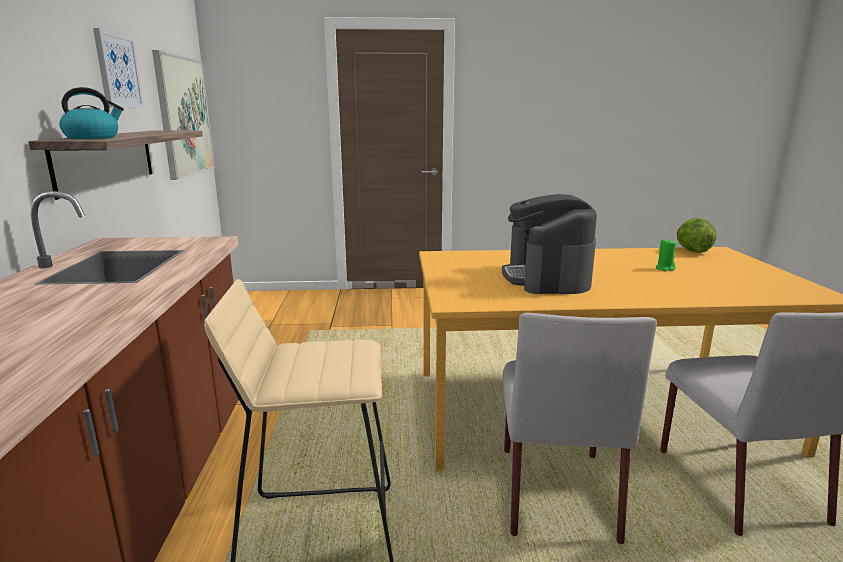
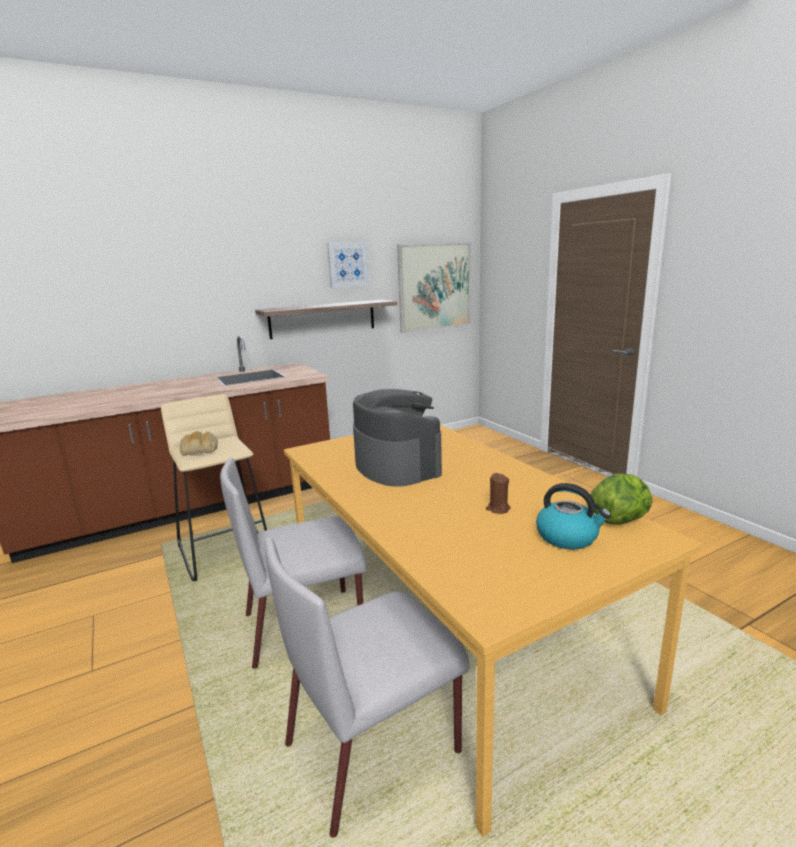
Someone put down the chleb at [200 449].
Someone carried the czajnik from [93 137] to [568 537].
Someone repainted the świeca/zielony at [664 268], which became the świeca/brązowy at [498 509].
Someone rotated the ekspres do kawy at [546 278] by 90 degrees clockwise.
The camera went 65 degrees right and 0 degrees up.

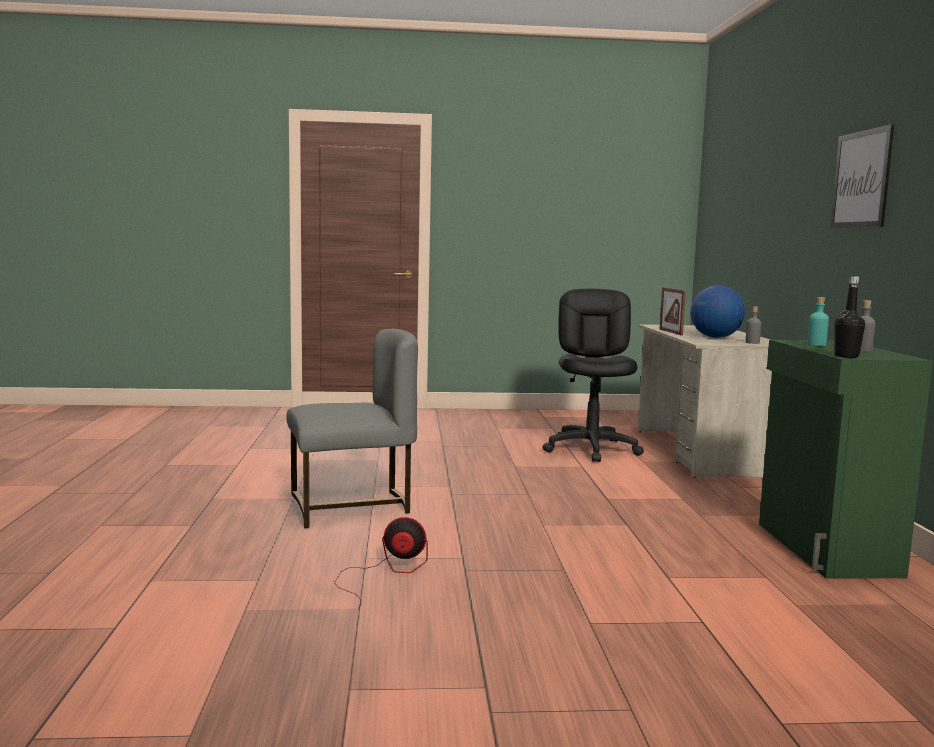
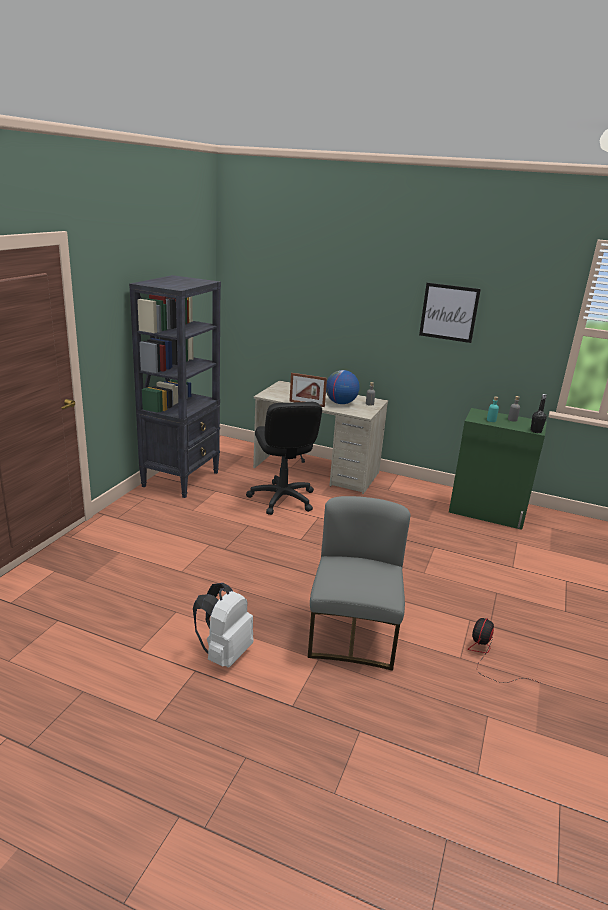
Someone put down the regał/czarny at [181 479].
Someone put down the plecak/biały at [224 653].
Someone rotated the krzesło biurowe/czarny at [591 449] by 135 degrees counterclockwise.
The camera went 65 degrees left and 15 degrees up.

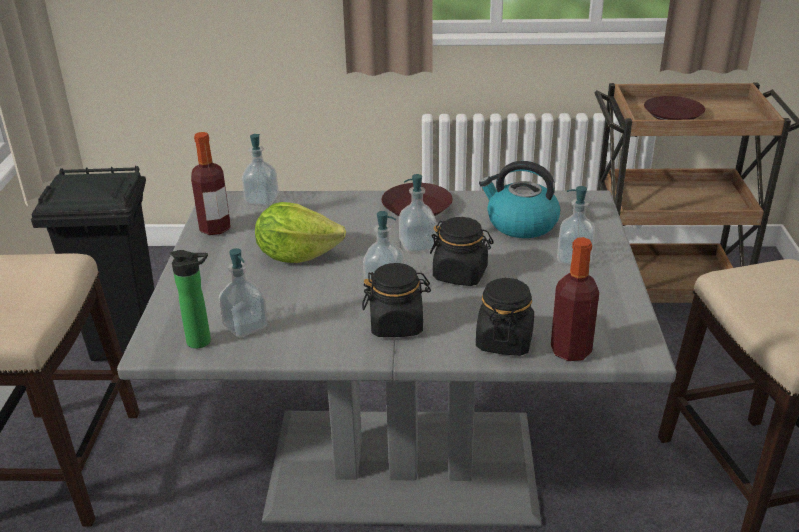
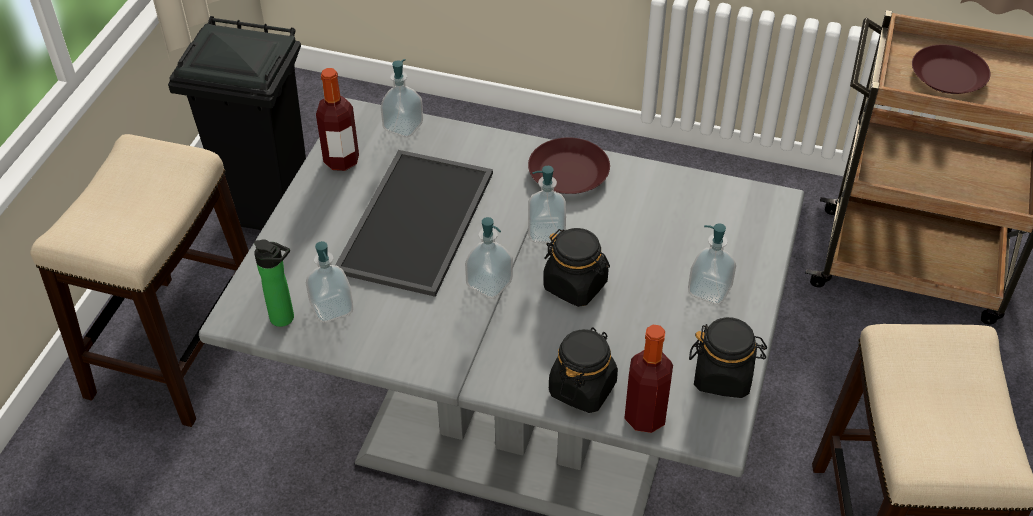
Someone took away the czajnik at [520 224].
Someone carried the słoik/czarny from [396 324] to [723 376].
Someone swapped the sałata at [297 255] for the taca at [414 219].
The camera went 15 degrees right and 15 degrees up.

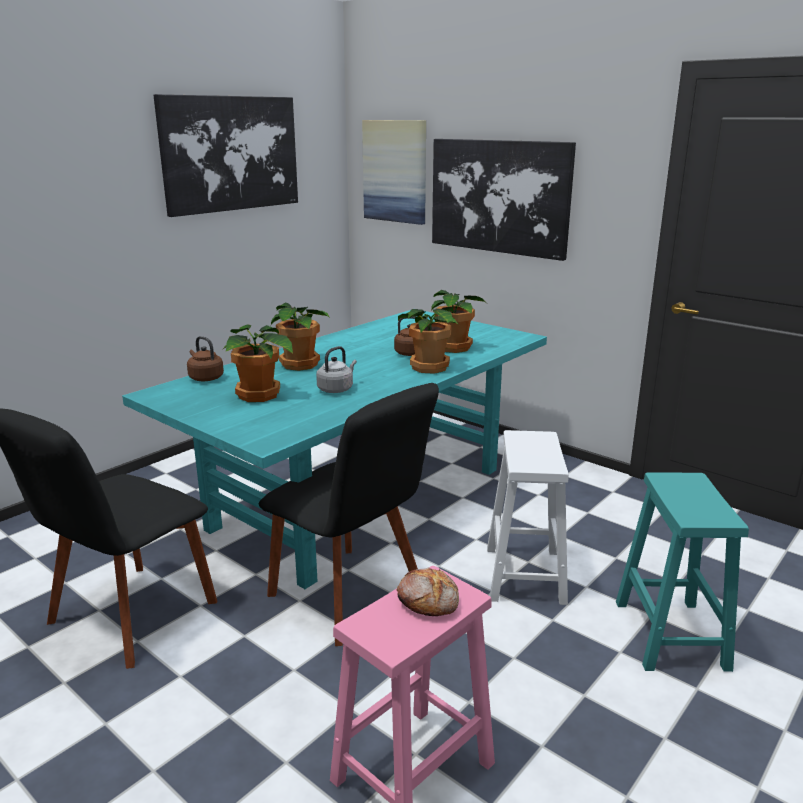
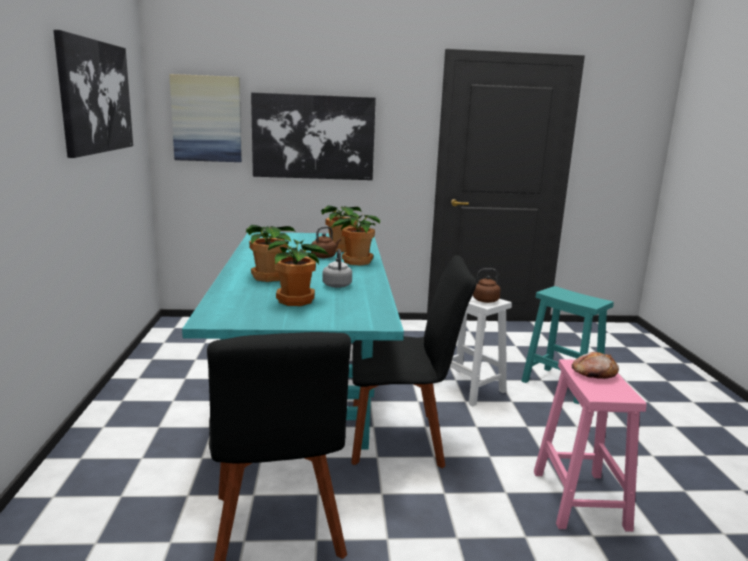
Someone carried the czajnik/brązowy from [205 378] to [483 300].
The camera went 45 degrees left and 5 degrees down.

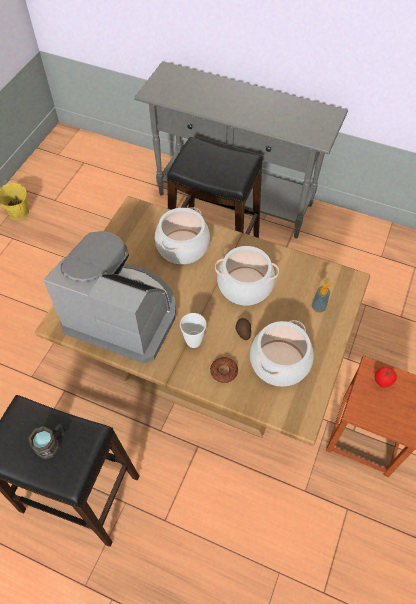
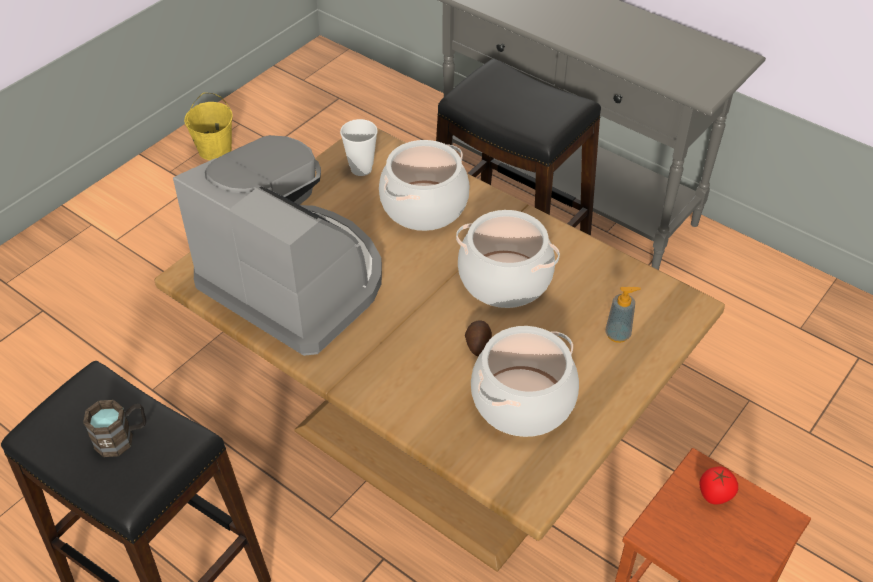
Someone took away the donut at [224 371].
Someone carried the filiżanka from [193 341] to [361 169].
The camera went 15 degrees right and 10 degrees down.

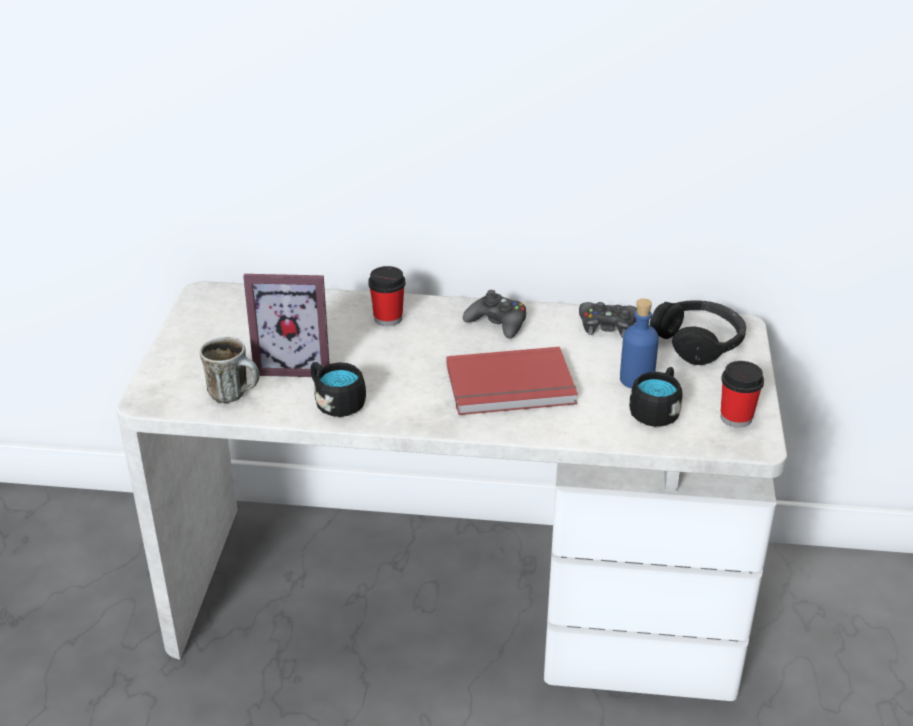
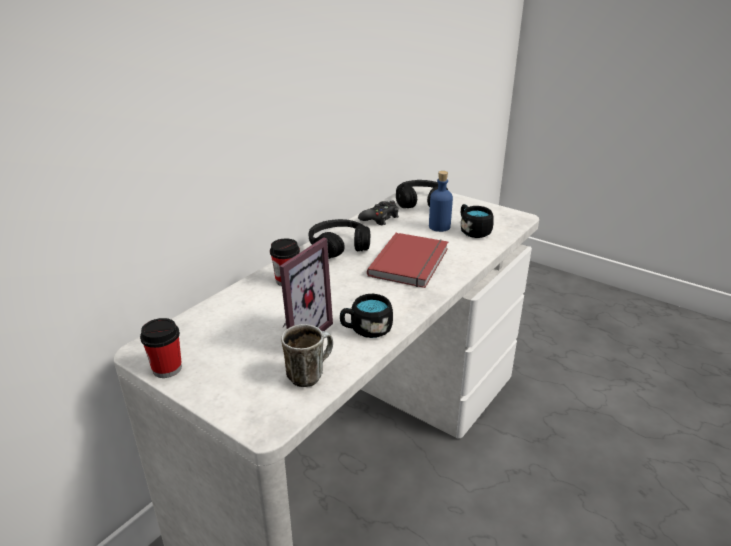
Someone carried the filiżanka from [736 417] to [167 369].
Someone swapped the pad do gier/czarny at [497 323] for the słuchawki/czarny at [339 246].
The camera went 60 degrees left and 5 degrees down.

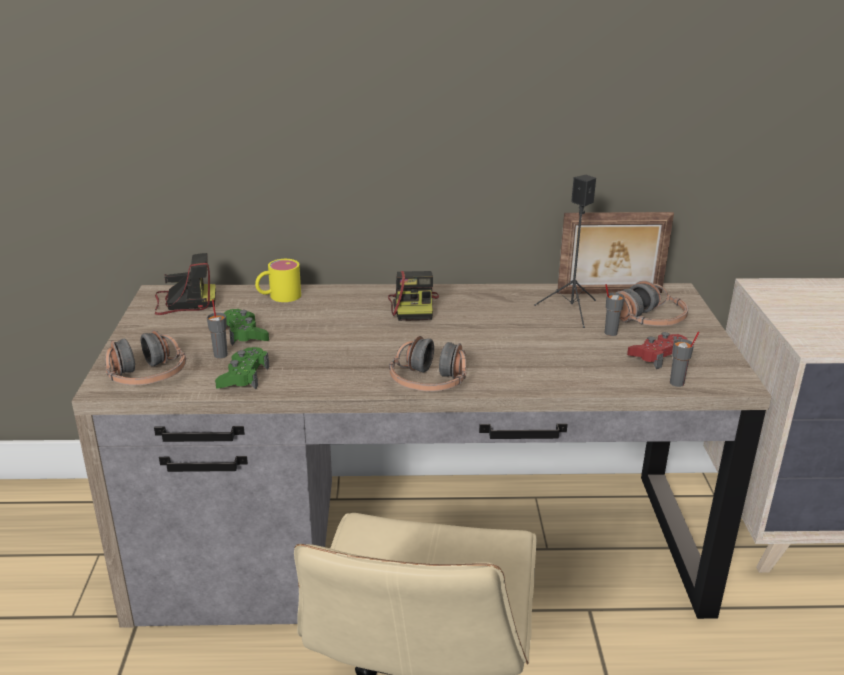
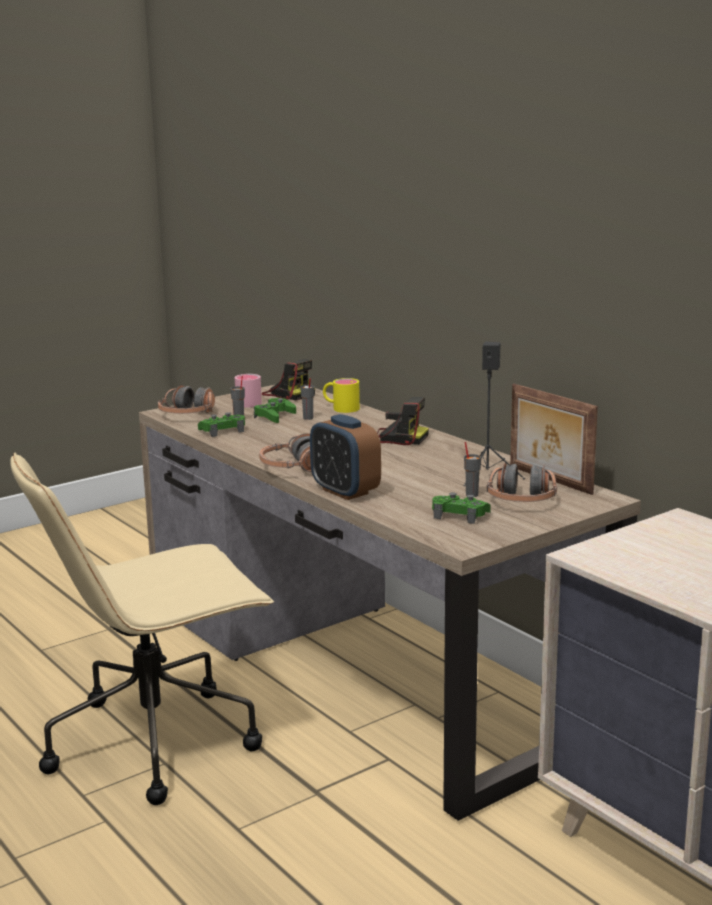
Someone put down the kubek/różowy at [250 402].
Someone put down the budzik at [345 491].
Someone carried the filiżanka/szary from [677 383] to [308 418].
Someone repainted the pad do gier/czerwony at [658 356], which became the pad do gier/zielony at [460 515].
Someone rotated the aparat fotograficzny at [414 307] by 120 degrees counterclockwise.
The camera went 55 degrees right and 10 degrees down.

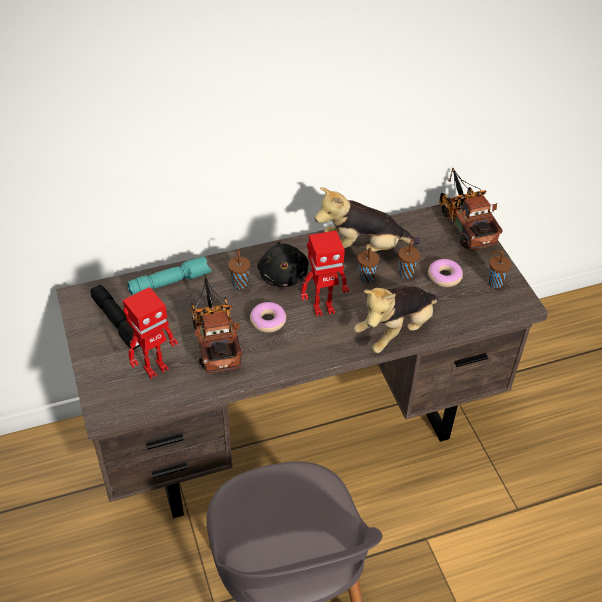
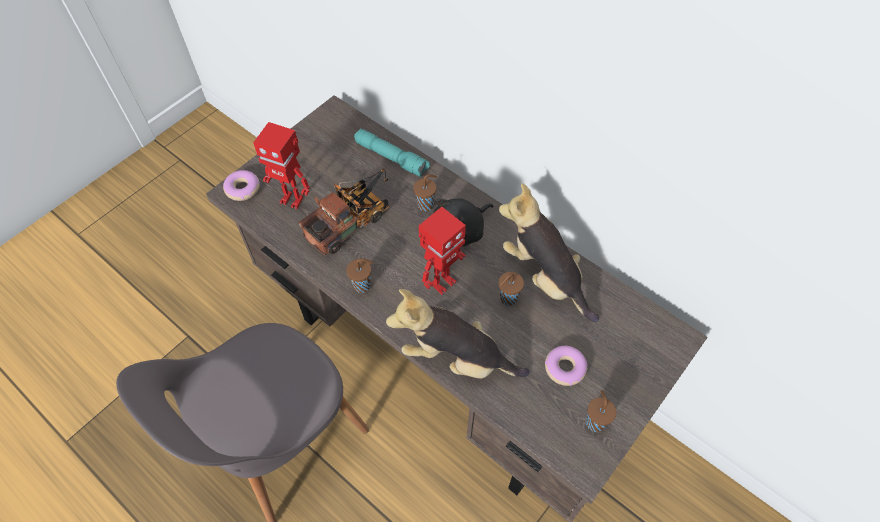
Someone took away the latarka/czarny at [119 323].
Someone took away the ciężarówka zabawkowa at [465 222].
Someone carried the donut from [268 321] to [242 189].
Someone carried the filiżanka/brązowy from [406 273] to [363 286].
Someone rotated the robot zabawkowy at [323 308] by 90 degrees counterclockwise.
The camera went 60 degrees right and 10 degrees up.

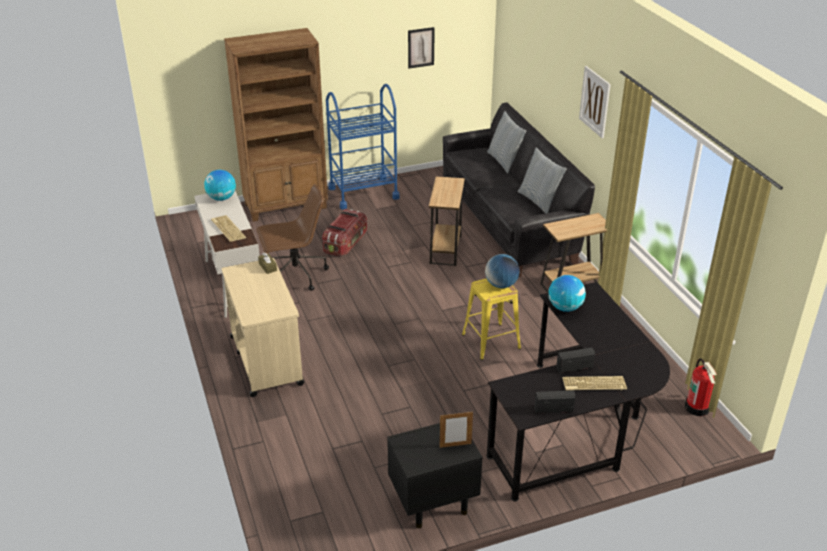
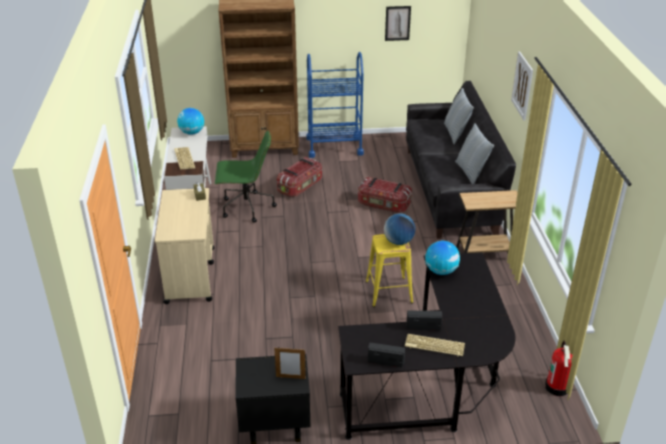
Someone swapped the stolik/brązowy at [445 250] for the pojemnik do przechowywania at [384 205].
Someone repainted the krzesło biurowe/brązowy at [295 275], which became the krzesło biurowe/zielony at [246 208].
The camera went 15 degrees right and 0 degrees up.

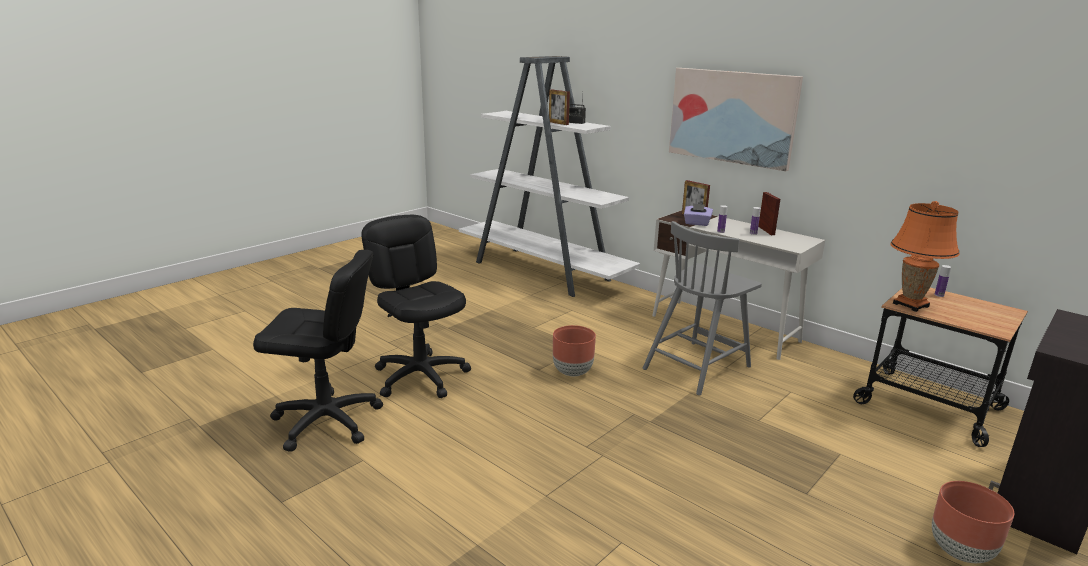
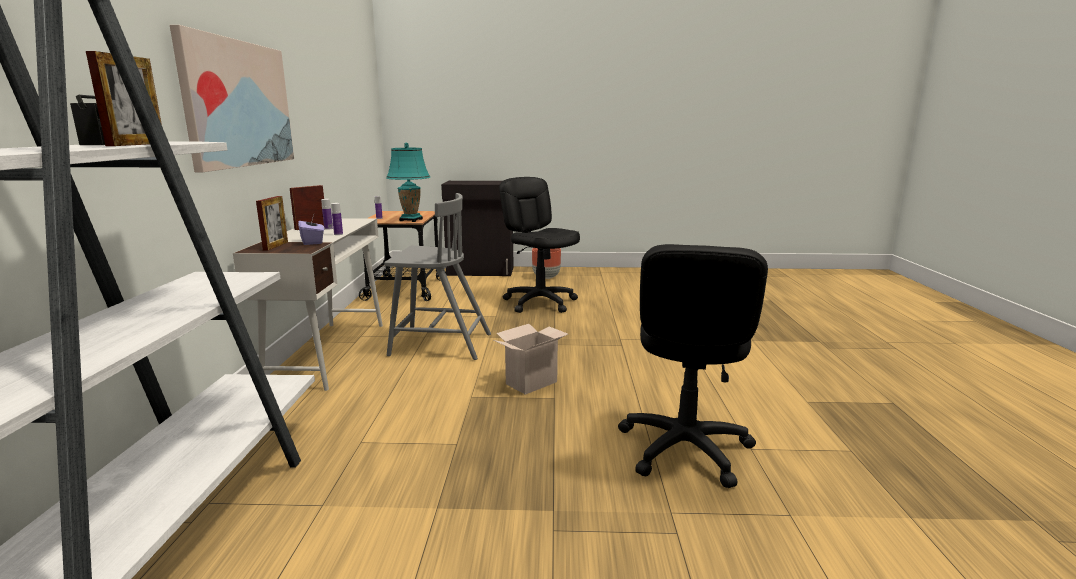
Someone carried the krzesło biurowe/czarny from [327 421] to [540 302].
Someone swapped the donica/brązowy at [573 372] for the karton at [531 382].
Someone repainted the lampa stołowa/pomarańczowy at [911 305], which became the lampa stołowa/turkusowy at [411 220].
The camera went 130 degrees left and 5 degrees down.

